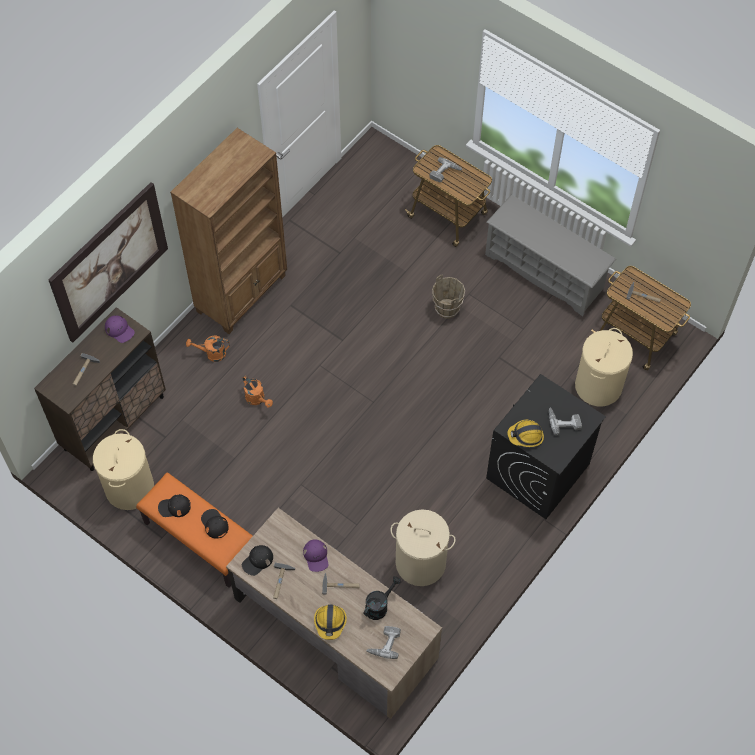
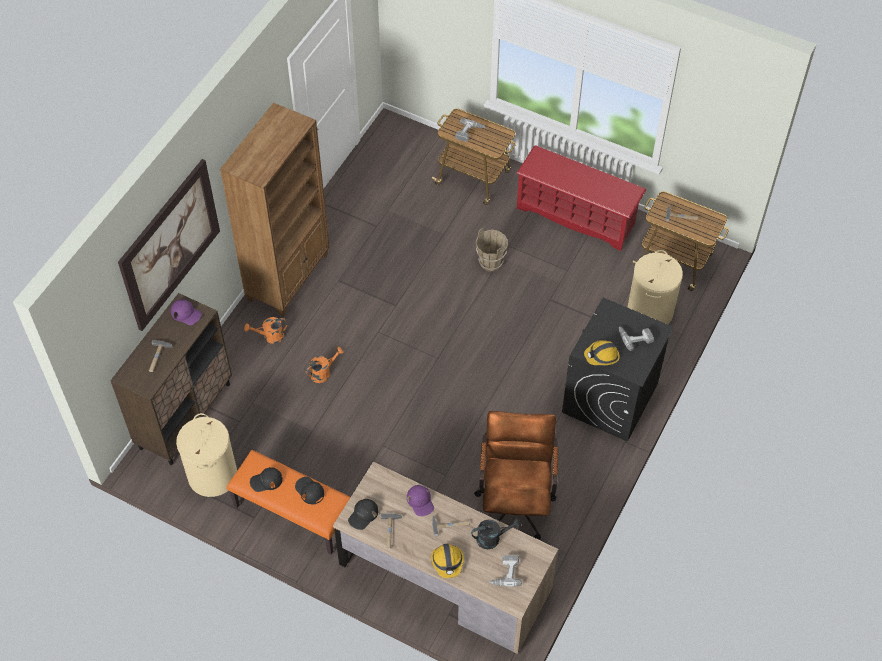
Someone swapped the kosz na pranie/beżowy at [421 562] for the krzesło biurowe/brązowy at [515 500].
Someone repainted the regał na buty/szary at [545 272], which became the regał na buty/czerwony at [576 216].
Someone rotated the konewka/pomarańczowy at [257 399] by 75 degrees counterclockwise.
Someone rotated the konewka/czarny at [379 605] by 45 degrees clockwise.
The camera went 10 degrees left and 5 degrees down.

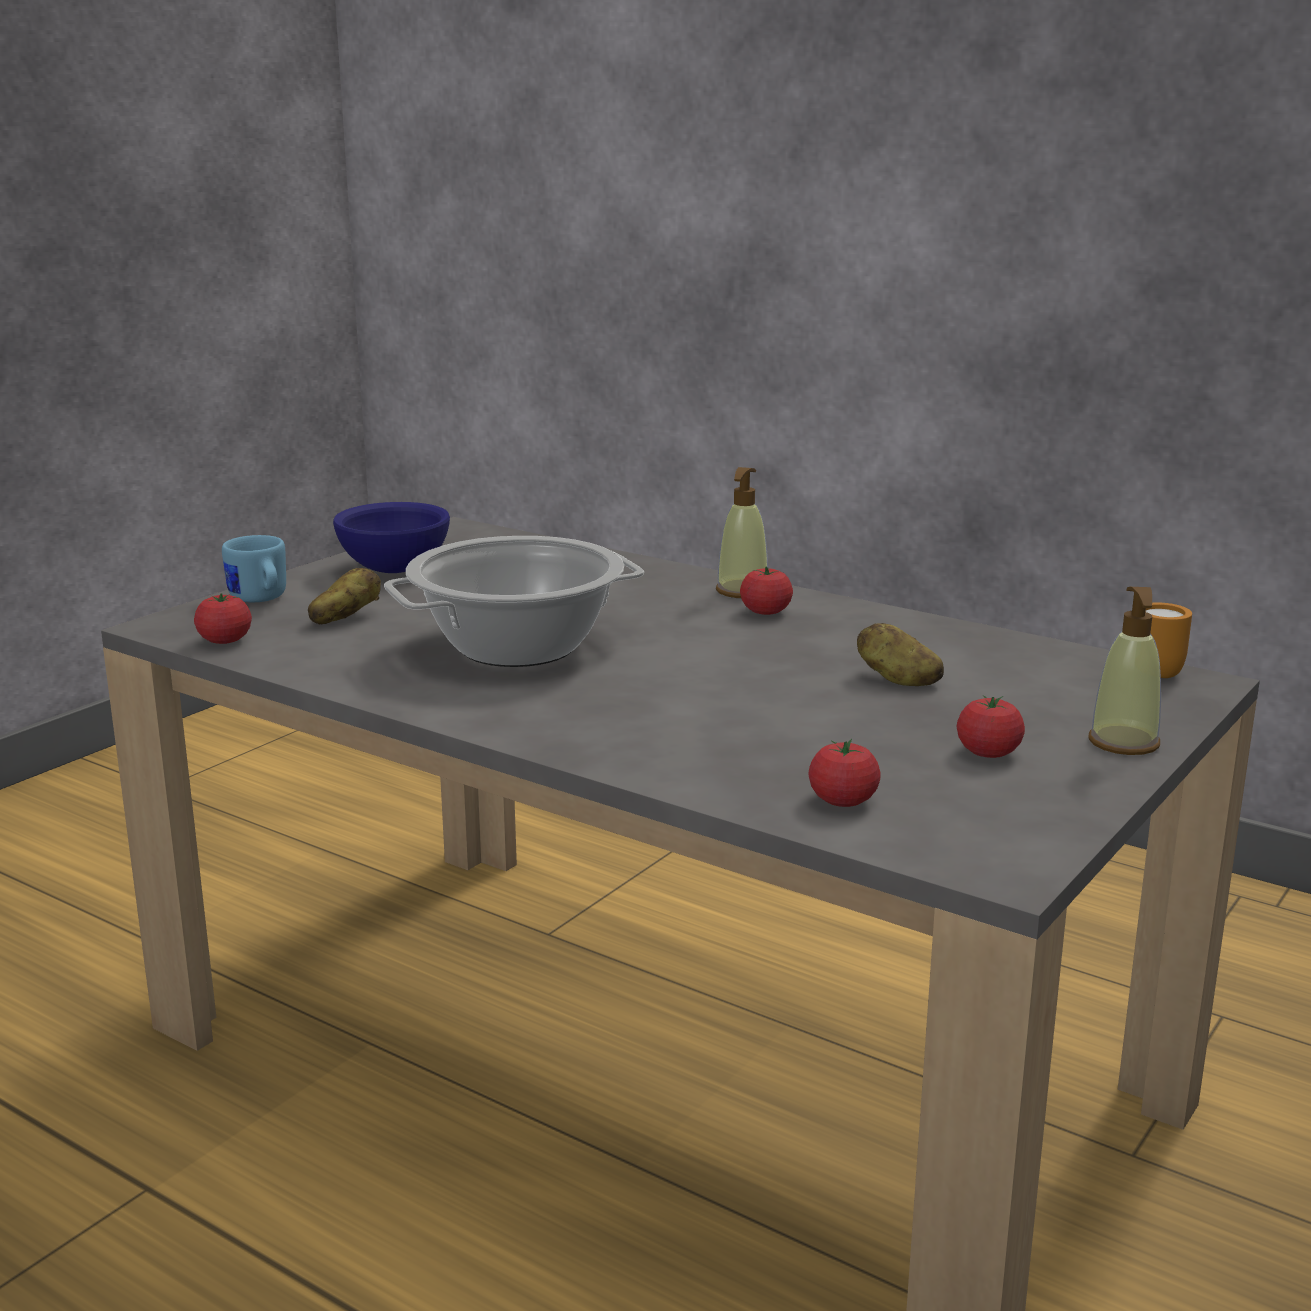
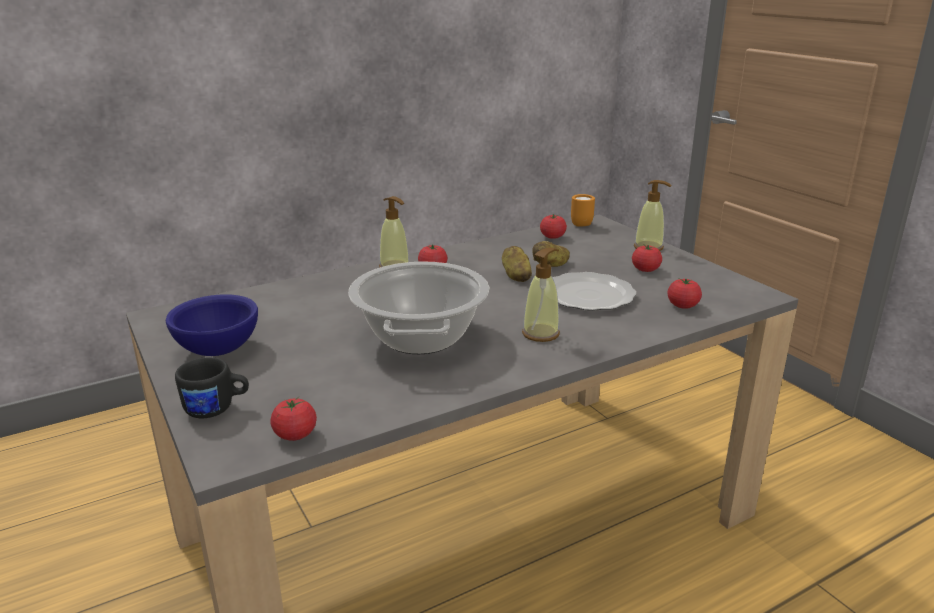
Someone put down the dozownik mydła at [541 333].
Someone put down the pomidor at [552 237].
Someone put down the talerz at [588 296].
Someone carried the ziemniak from [345 618] to [516 276].
Someone repainted the kubek/niebieski at [260 600], which became the kubek/czarny at [217 409].
The camera went 65 degrees left and 5 degrees up.

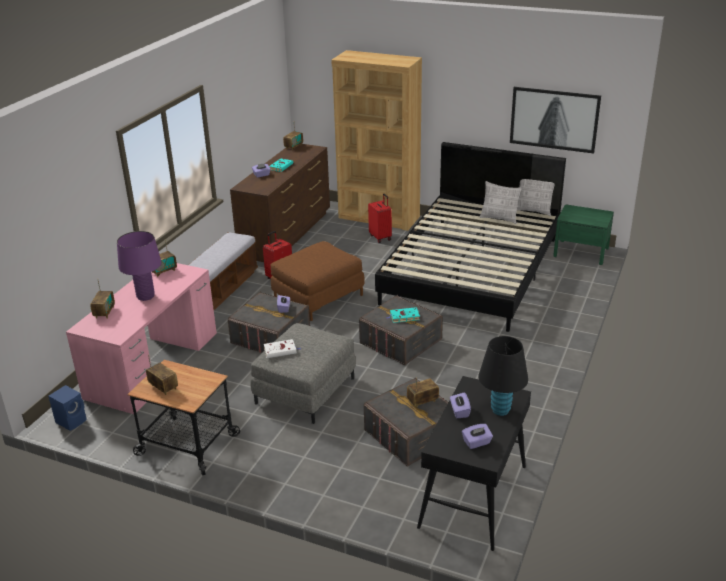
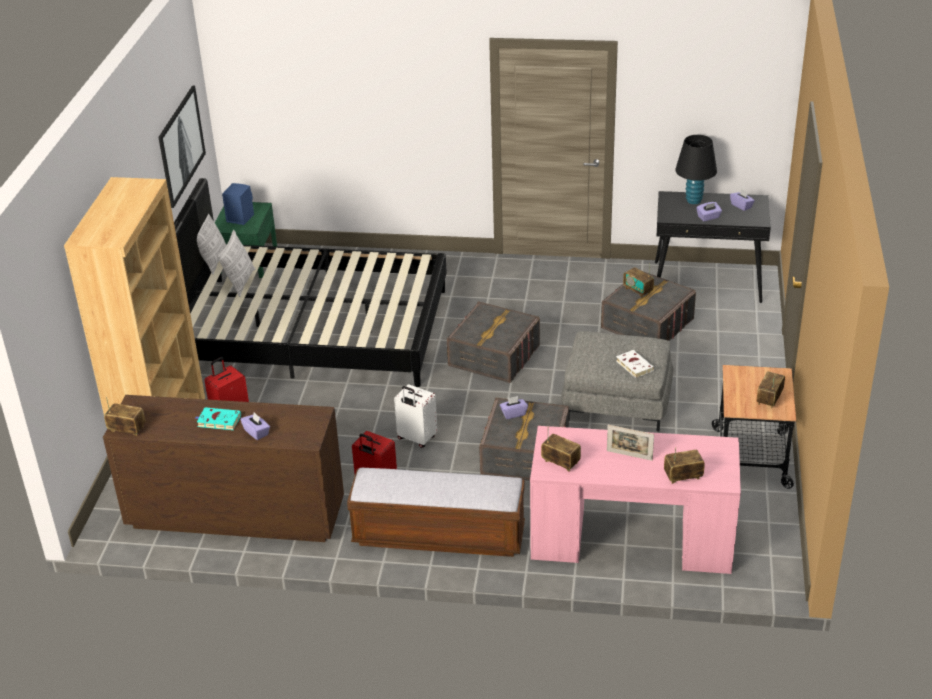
Someone took away the książka/turkusowy at [403 317].
Someone carried the głośnik/niebieski from [72 421] to [239 218].
Someone swapped the lampa stołowa/fioletowy at [145 296] for the ramka na zdjęcie at [629 455].
Someone swapped the pufa/brązowy at [318 296] for the walizka/biały at [416 438].
The camera went 105 degrees left and 5 degrees up.

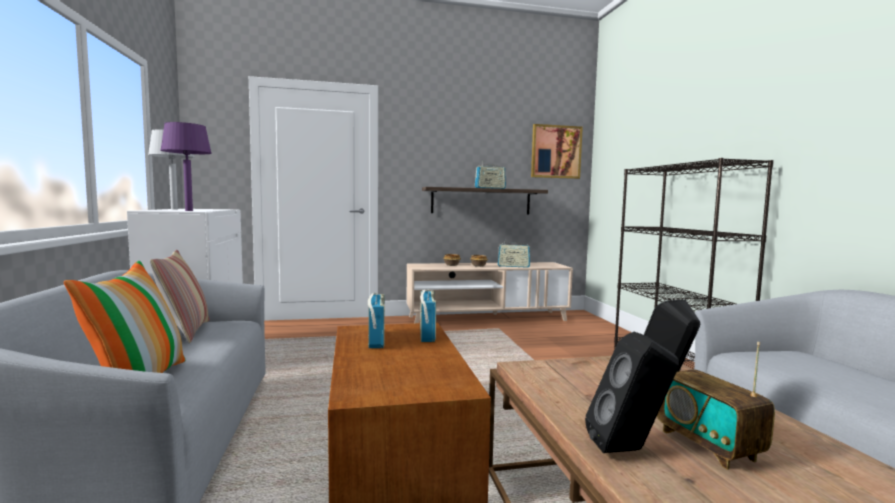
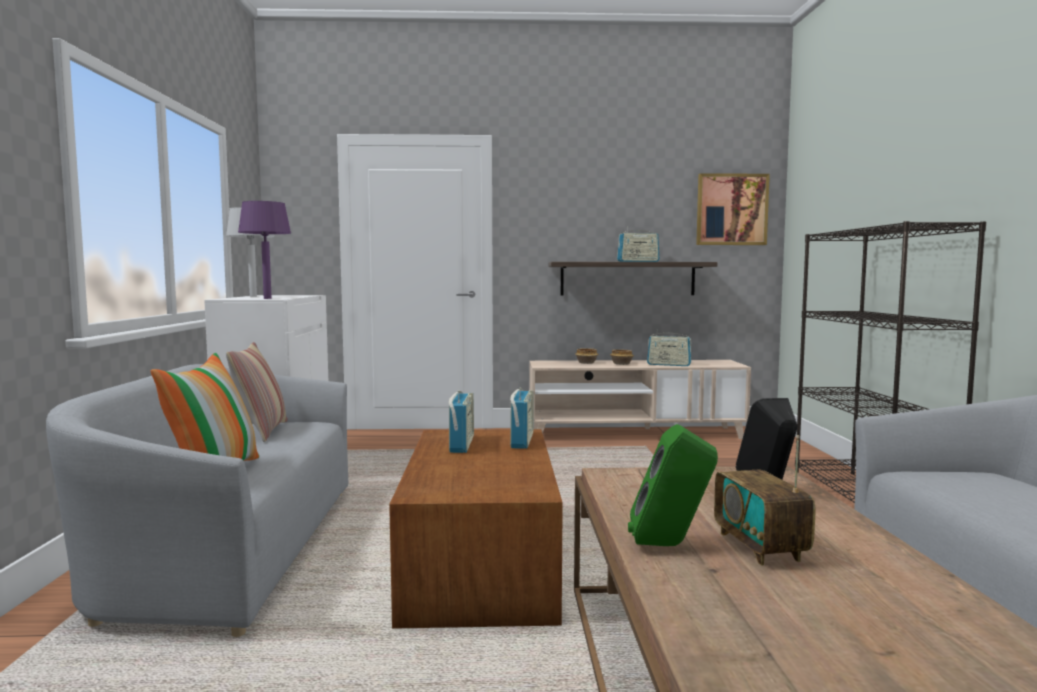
Someone repainted the głośnik/czarny at [629 450], which became the głośnik/zielony at [670 545].
The camera went 10 degrees right and 0 degrees up.

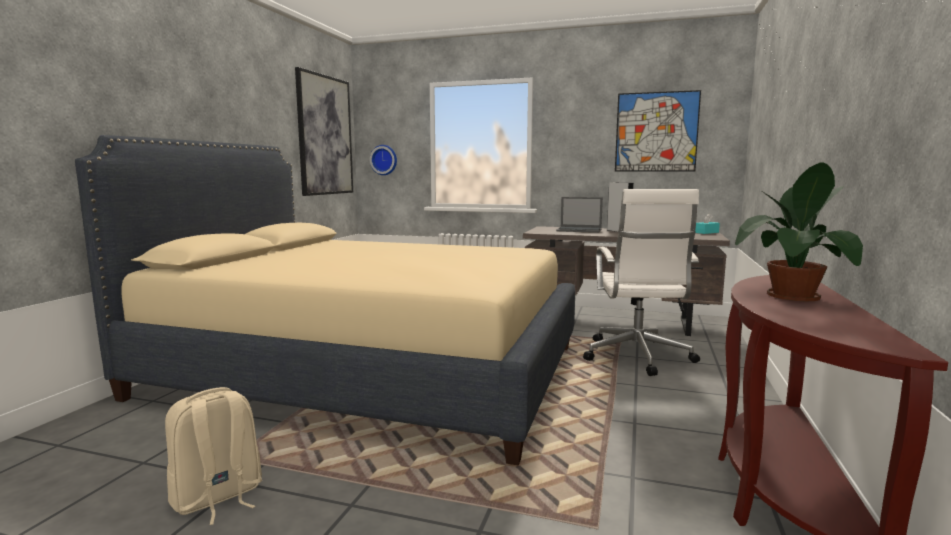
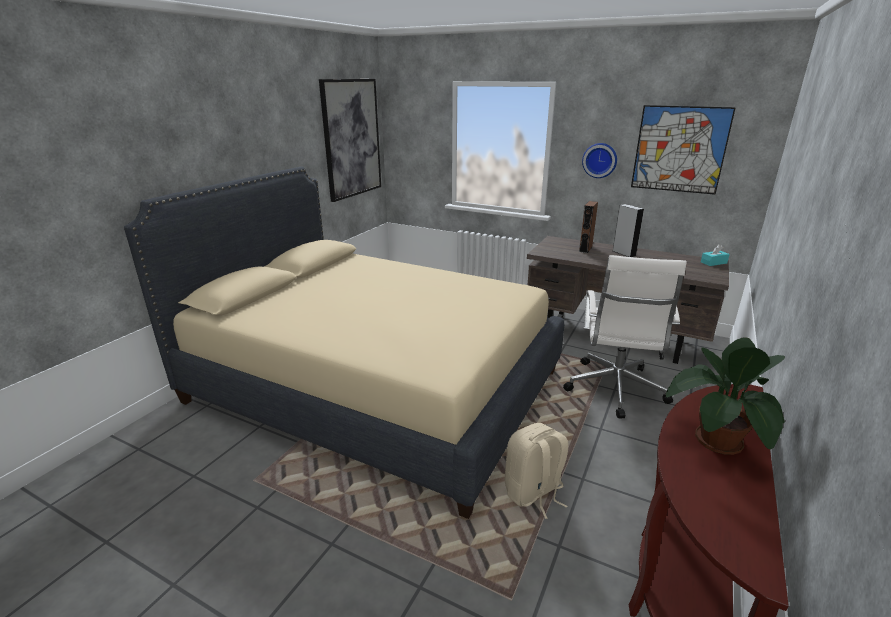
Someone carried the plecak/beżowy from [217 498] to [533 493].
Someone carried the zegar ścienny from [384 160] to [600 160].
Someone swapped the laptop at [579 230] for the głośnik/brązowy at [585 249].
The camera went 10 degrees right and 15 degrees up.

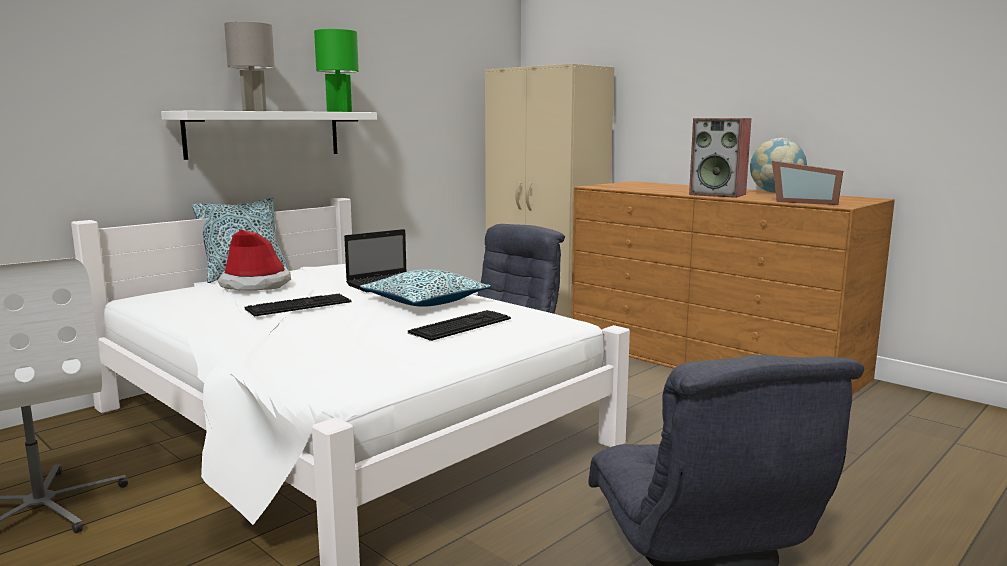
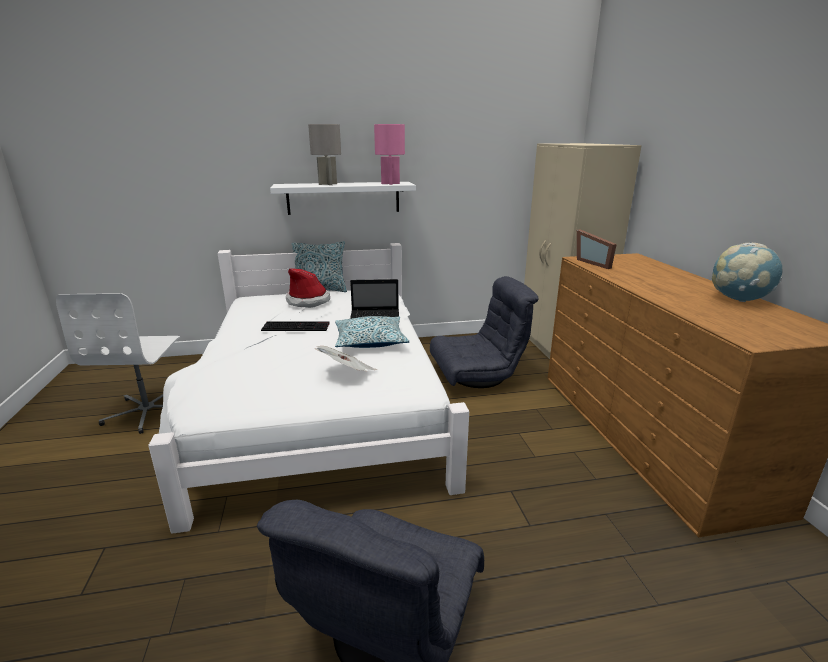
Someone took away the głośnik at [718 194].
Someone carried the ramka na zdjęcie from [804 202] to [595 263].
Someone swapped the klawiatura at [460 325] for the gazeta at [347 373].
Someone repainted the lampa stołowa/zielony at [340 111], which became the lampa stołowa/różowy at [390 184].
The camera went 35 degrees right and 10 degrees up.

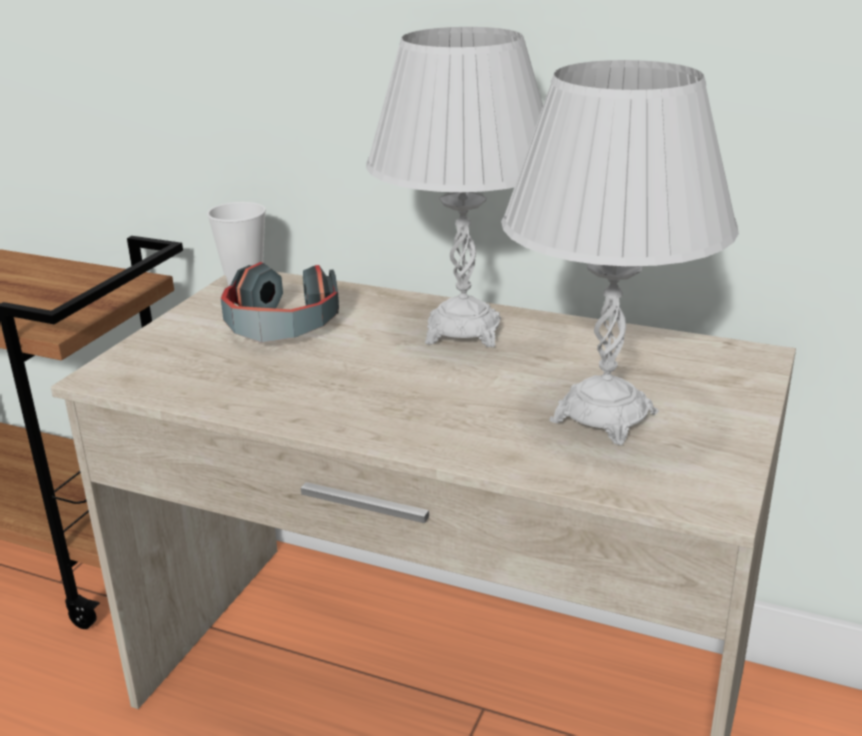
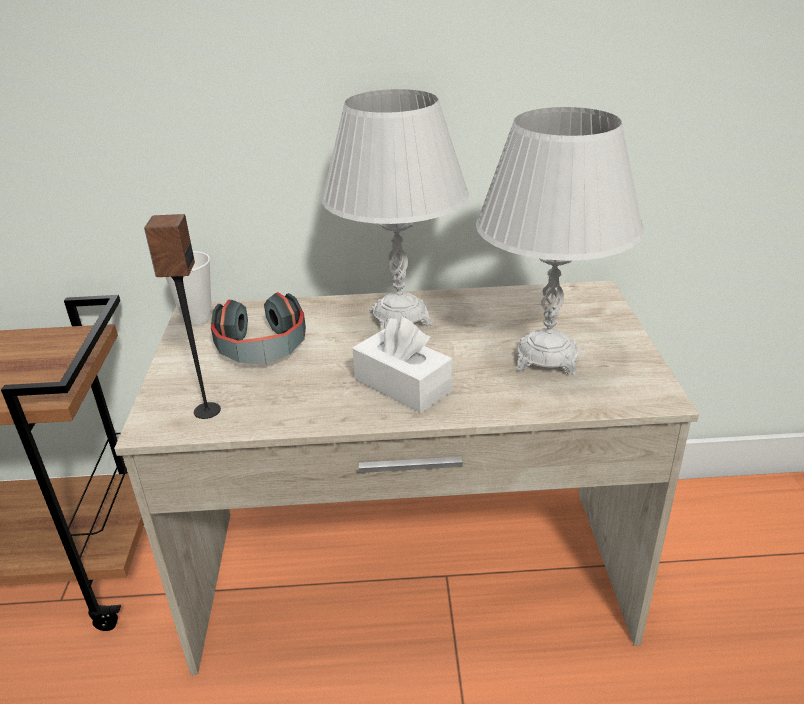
Someone put down the głośnik at [206 411].
Someone put down the pudełko chusteczek/biały at [402 385].
The camera went 25 degrees left and 5 degrees up.

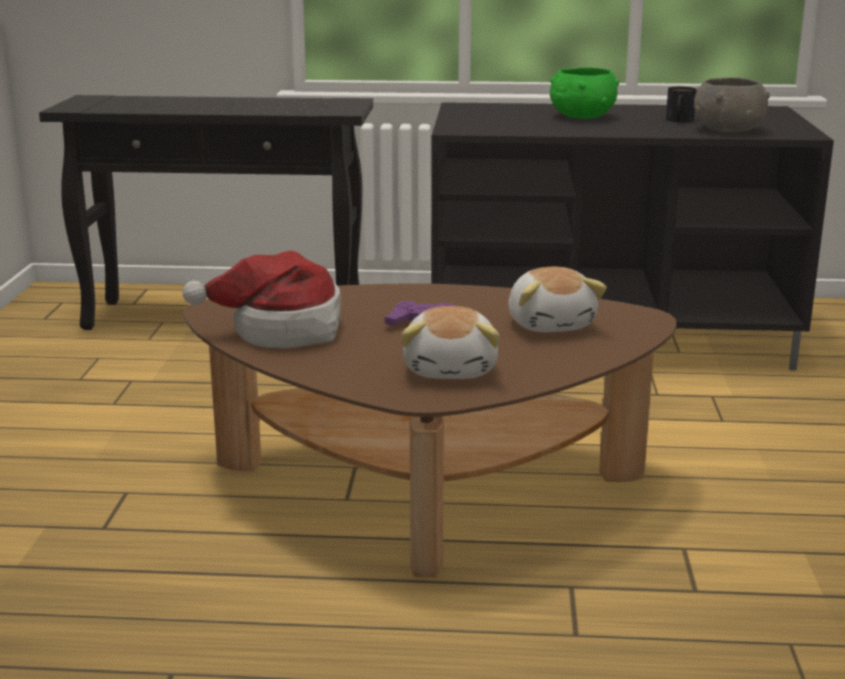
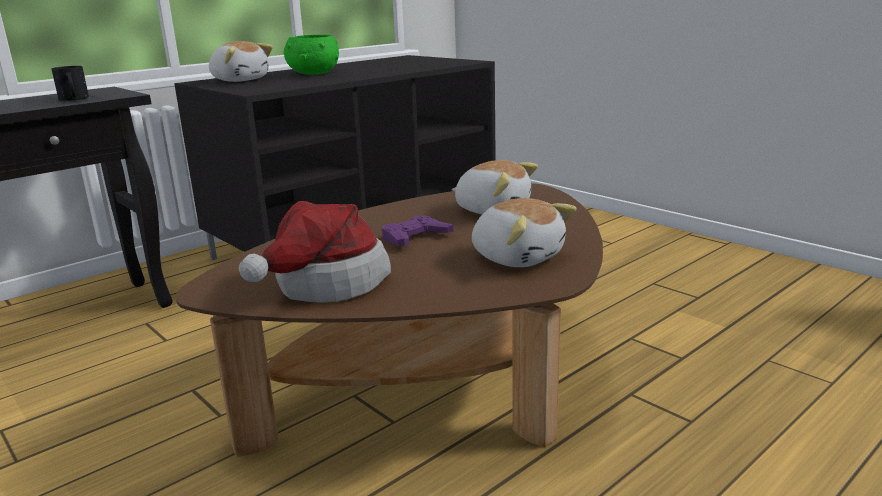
Someone took away the miska/szary at [728 130].
Someone put down the pluszak at [240 80].
Someone carried the kubek from [679 121] to [74 99].
The camera went 45 degrees left and 0 degrees up.

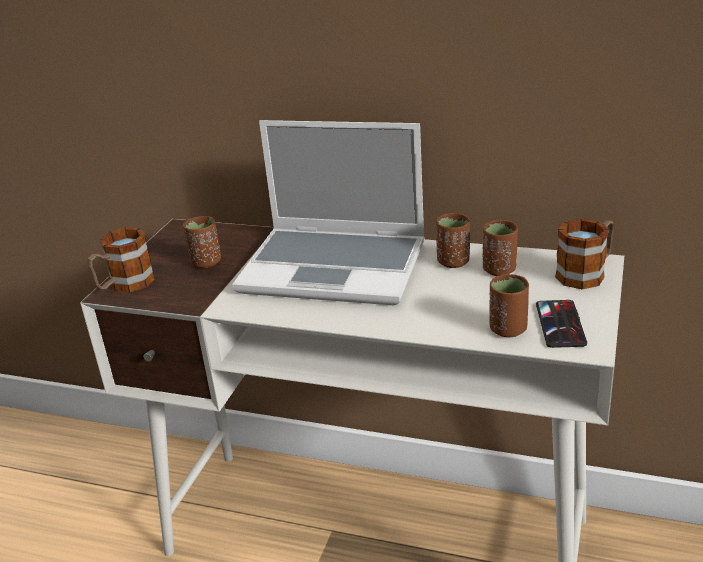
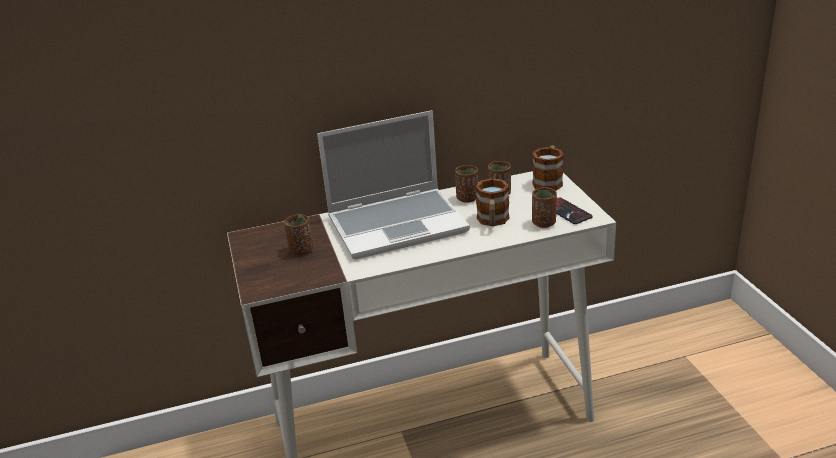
Someone carried the kubek from [124 285] to [492 221].
The camera went 35 degrees left and 0 degrees up.

